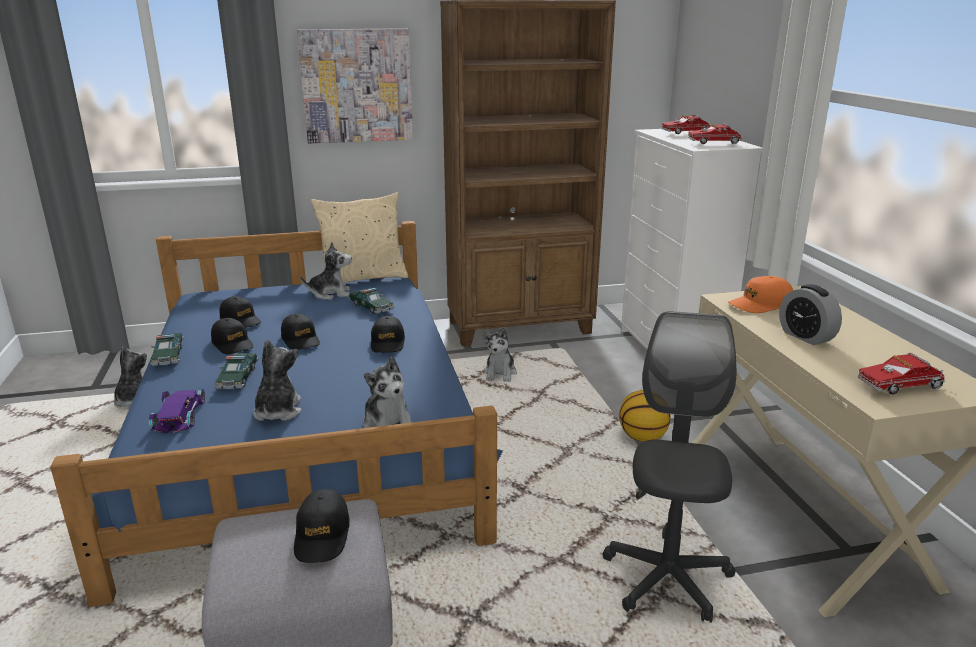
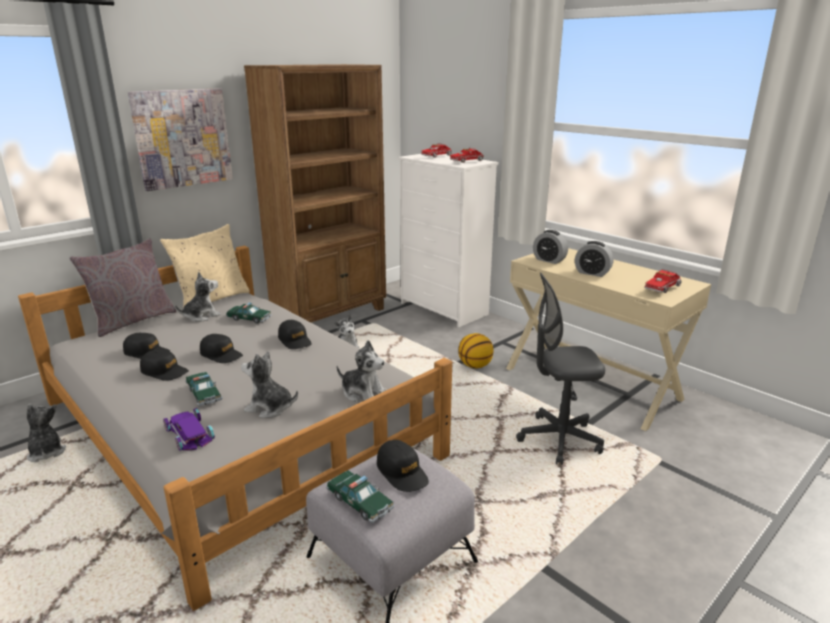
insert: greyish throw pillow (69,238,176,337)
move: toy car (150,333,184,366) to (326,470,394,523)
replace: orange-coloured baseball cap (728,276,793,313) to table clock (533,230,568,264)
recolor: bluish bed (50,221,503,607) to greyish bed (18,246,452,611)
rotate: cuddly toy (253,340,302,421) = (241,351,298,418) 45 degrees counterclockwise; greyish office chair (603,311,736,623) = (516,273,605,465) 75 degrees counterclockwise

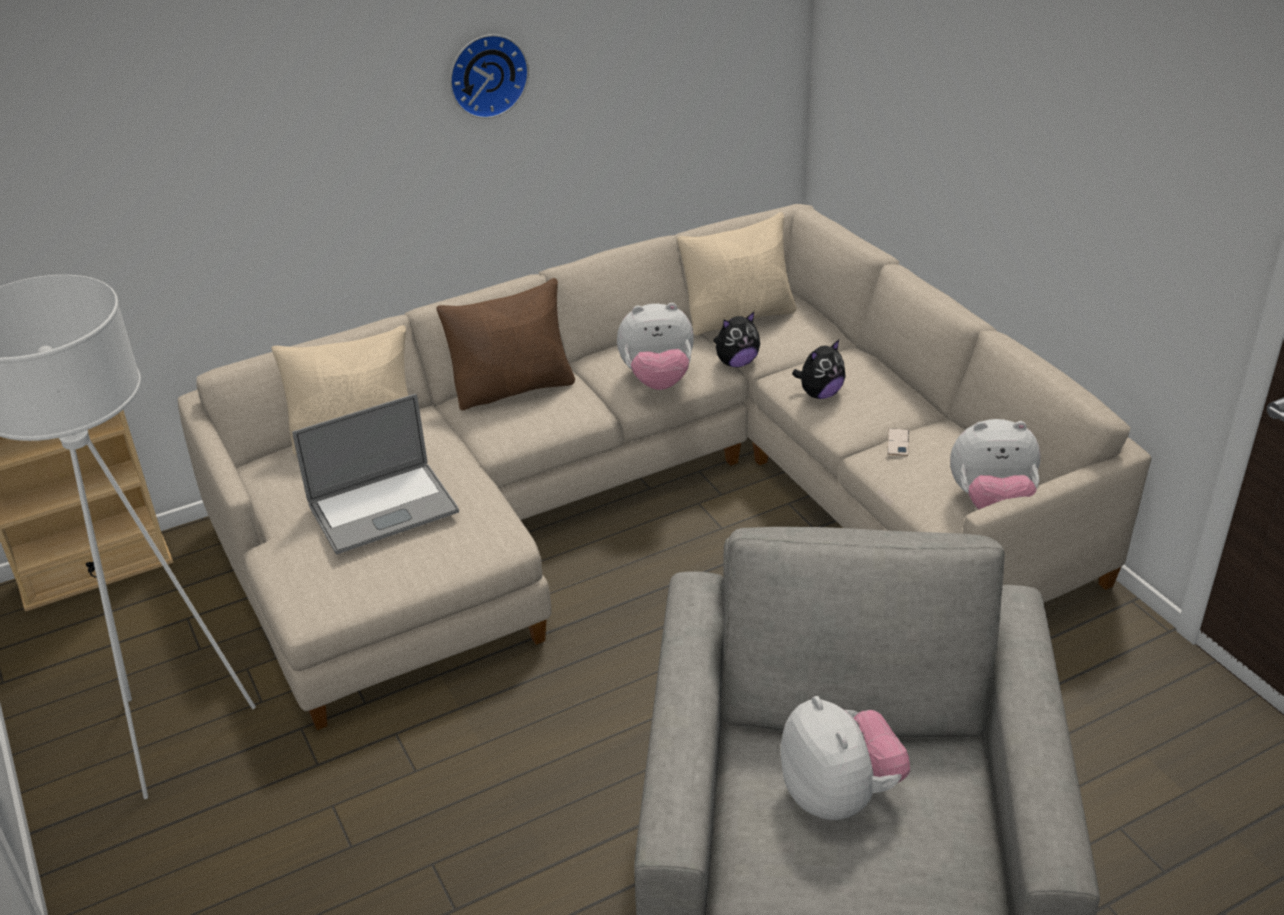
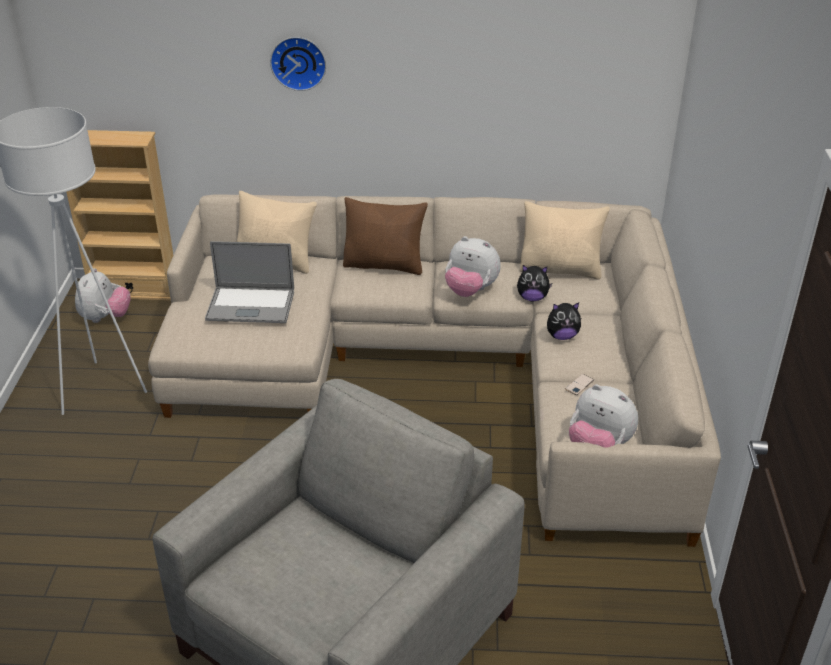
move: clock on the wall (450,34,529,119) to (270,37,326,91); cuddly toy (781,696,910,820) to (75,268,131,323)

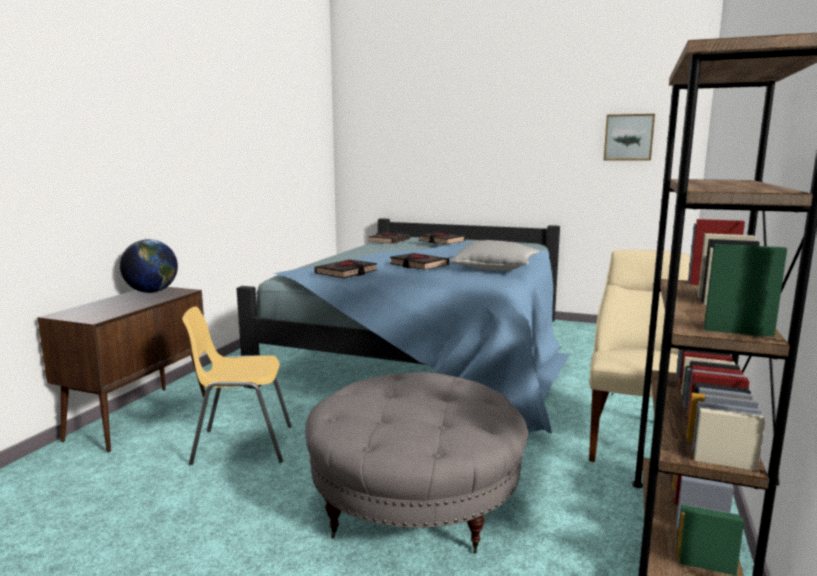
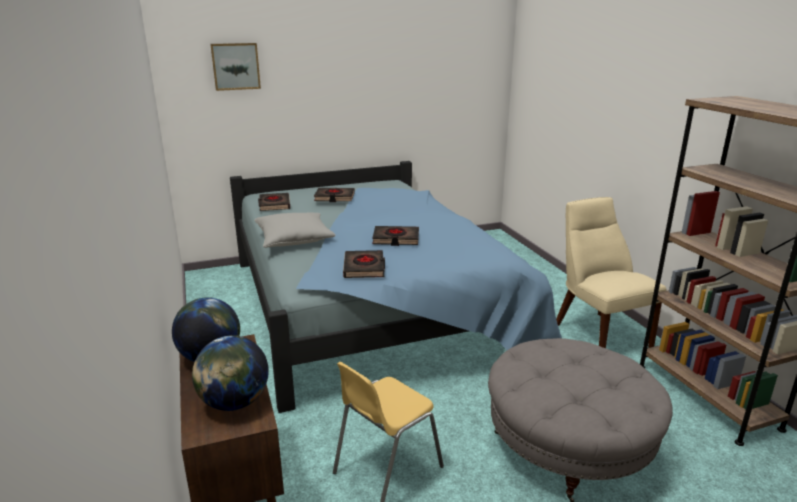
insert: globe (192,335,269,411)
move: greyish throw pillow (450,240,539,271) to (254,212,336,248); picture (604,114,655,161) to (210,43,261,91)

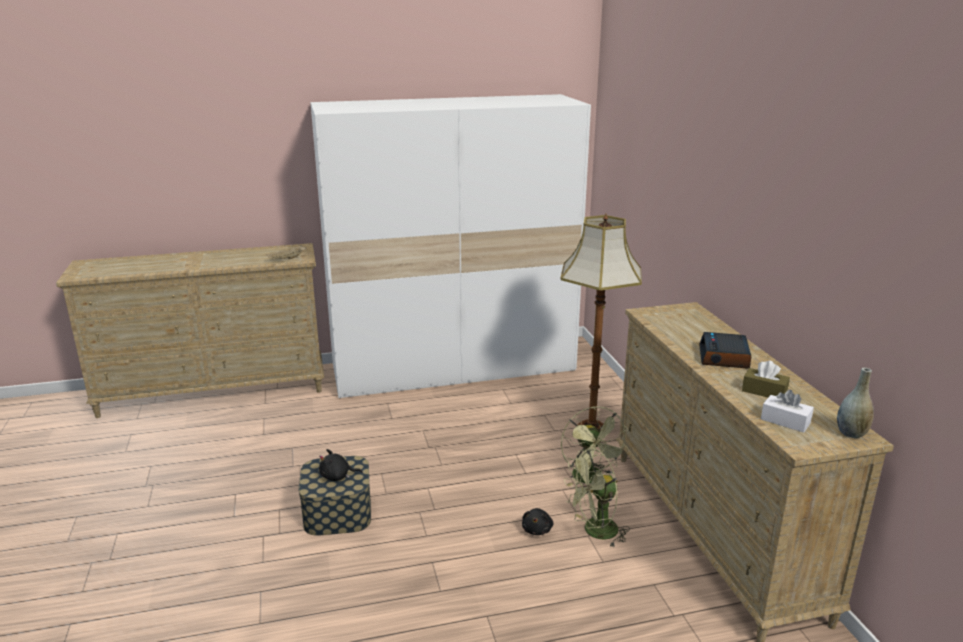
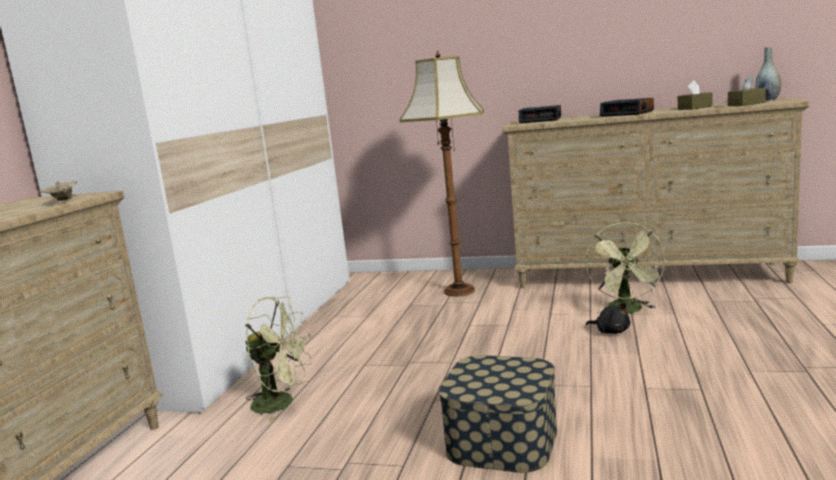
delete: black-coloured cuddly toy (319,449,362,481)
insert: table clock (519,105,561,123)
move: green-coloured electric fan (561,406,629,486) to (245,296,312,422)
recolor: white-coloured box of tissues (761,390,814,433) to brownish box of tissues (728,75,766,106)

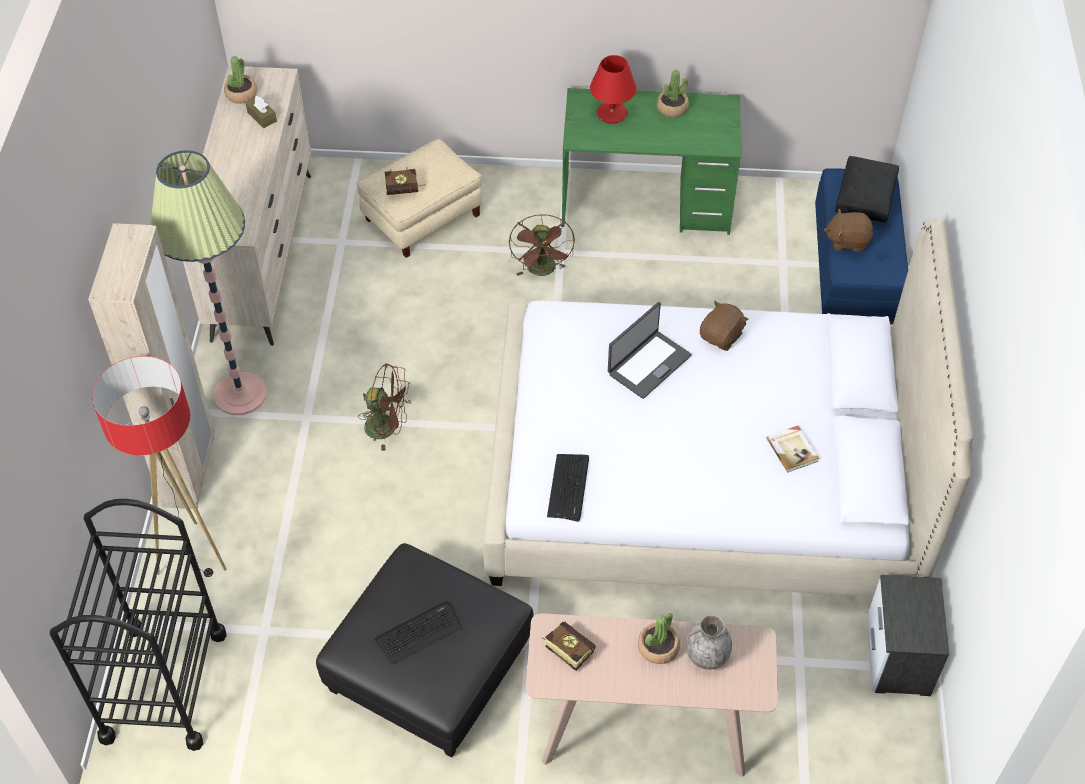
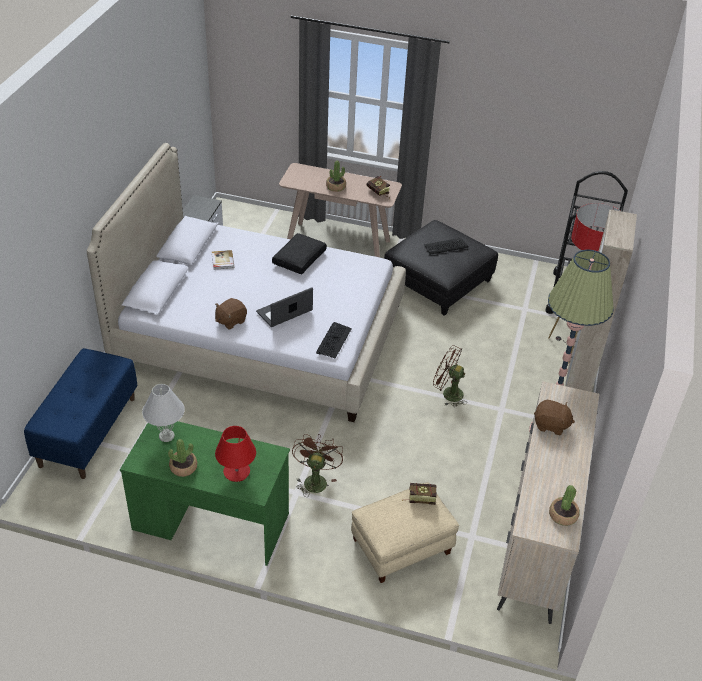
delete: brownish box of tissues (246,96,277,128); greyish flower vase (686,615,732,670)
insert: white-coloured tabletop lamp (142,384,185,442)
move: computer keyboard (547,454,589,522) to (316,322,352,358); brownish cuddly toy (824,209,873,252) to (534,400,575,435); black-coloured throw pillow (835,156,899,222) to (272,233,327,274)

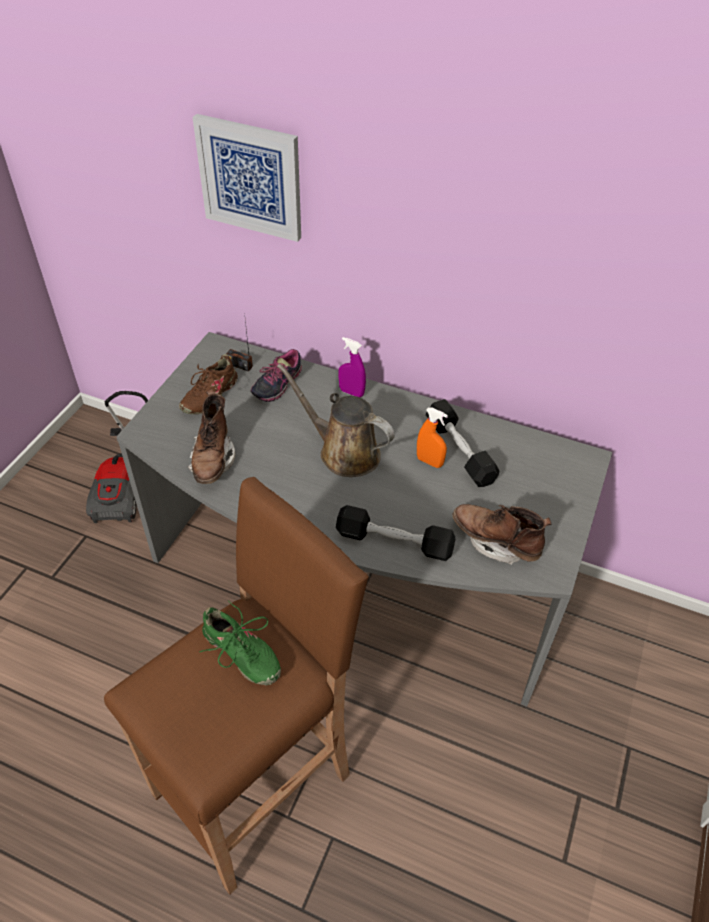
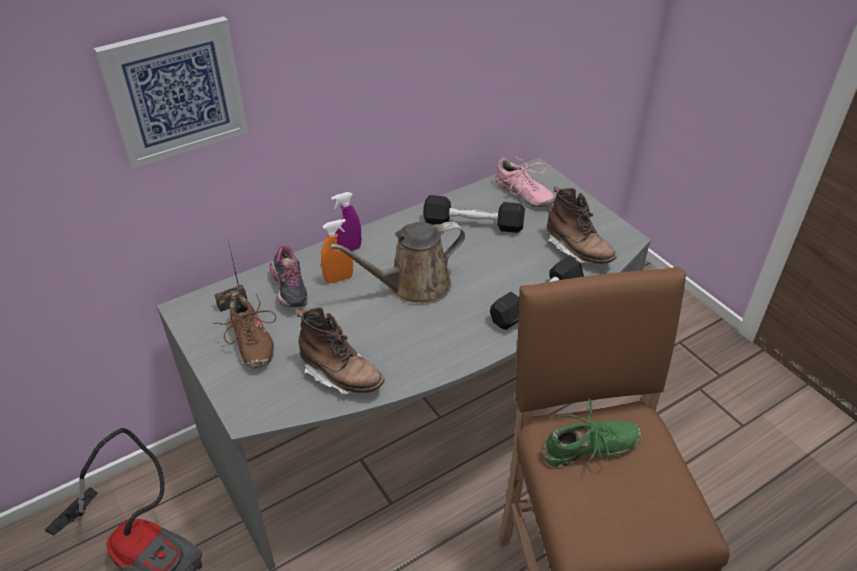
insert: pink-coloured item of footwear (495,157,555,207)
move: orange-coloured spray bottle (417,407,448,468) to (321,219,353,283)
rotate: brownish tall boot (452,504,552,565) = (547,187,617,264) 105 degrees counterclockwise

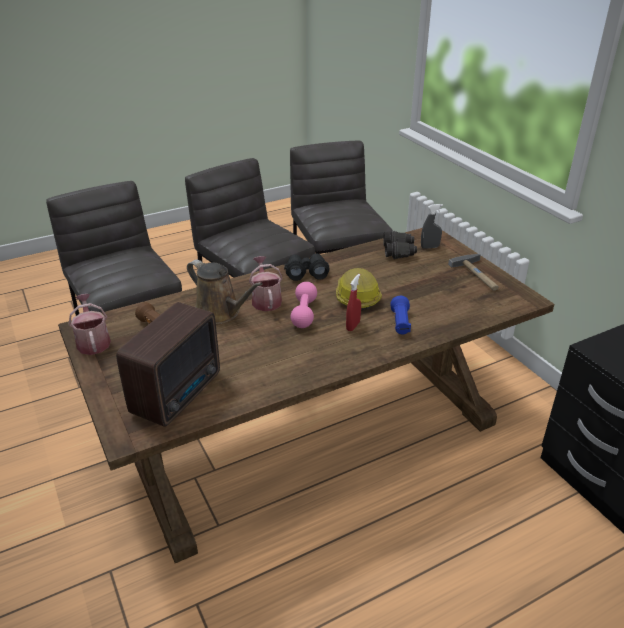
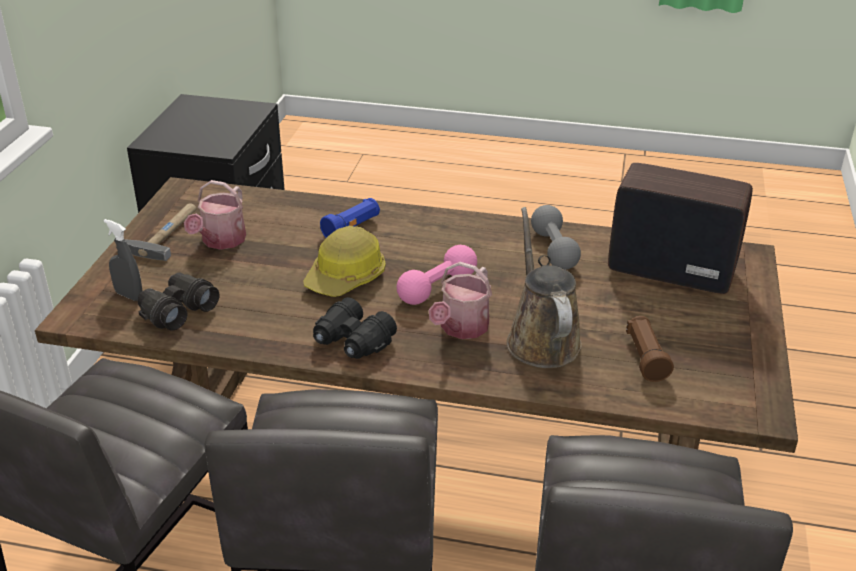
delete: red spray bottle (346,274,361,331)
insert: greyish free weight (531,205,581,270)
move: watering pot (69,294,111,355) to (184,180,246,250)
rotate: radio receiver (116,302,220,427) = (608,163,753,294) 45 degrees clockwise

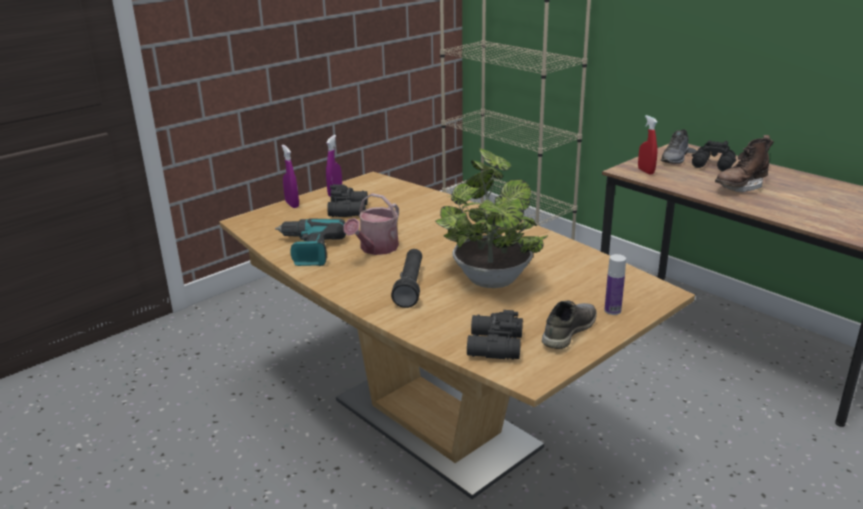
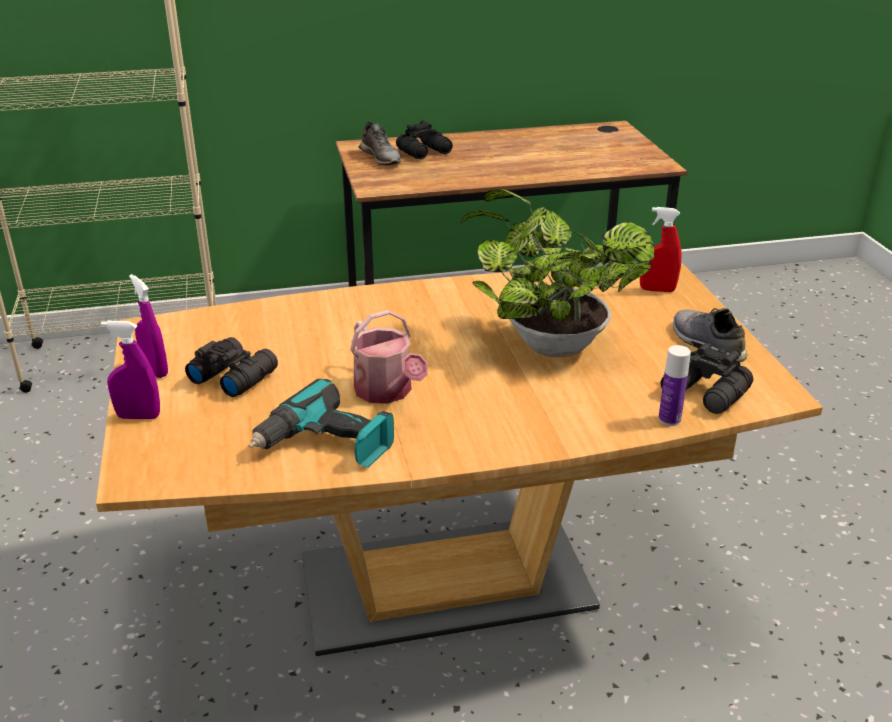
delete: black-coloured hand torch (391,249,422,308); brownish tall boot (715,135,774,192)
move: bottle (604,254,626,315) to (658,345,691,426); red spray bottle (638,115,657,175) to (640,207,682,292)

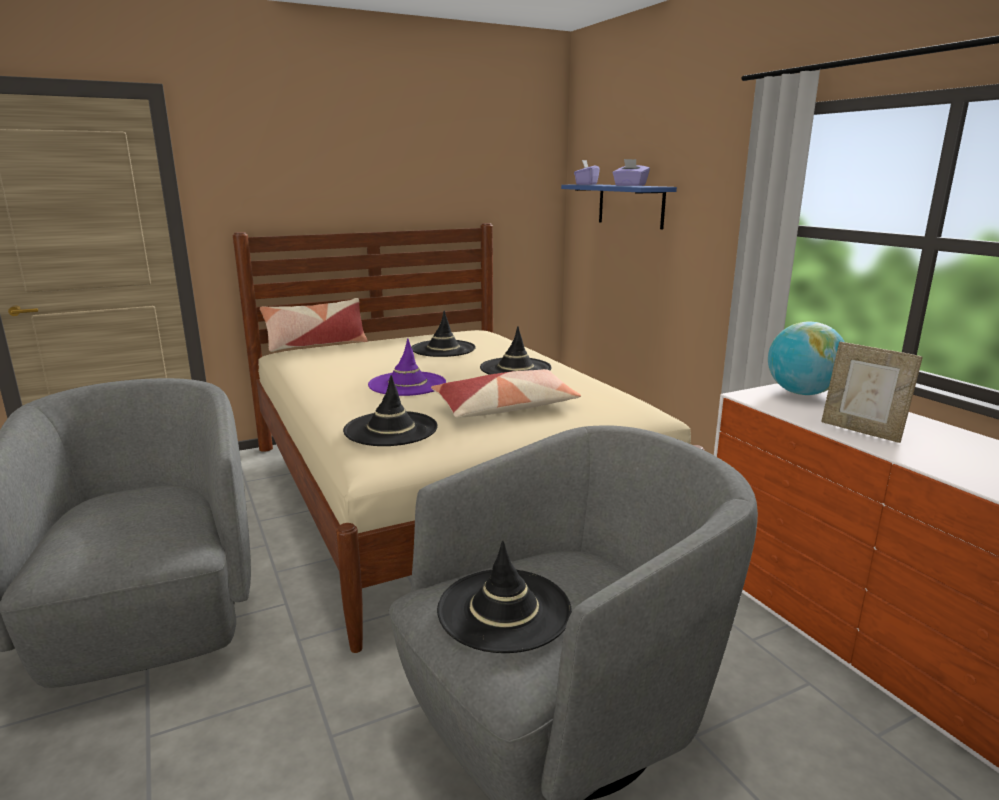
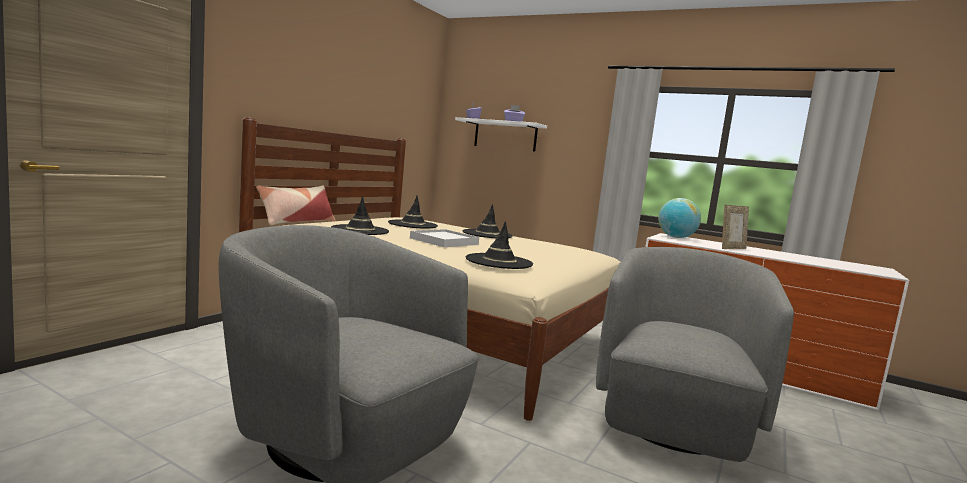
delete: throw pillow (431,369,581,418)
move: black-coloured wearable hat (437,540,572,653) to (331,196,389,235)
replace: purplish wearable hat (368,339,446,396) to white-coloured serving tray (410,229,479,247)
recolor: bluish shelf (561,184,677,229) to white-coloured shelf (455,117,547,151)
rotate: standing frame (821,342,923,443) = (722,205,749,249) 45 degrees counterclockwise

